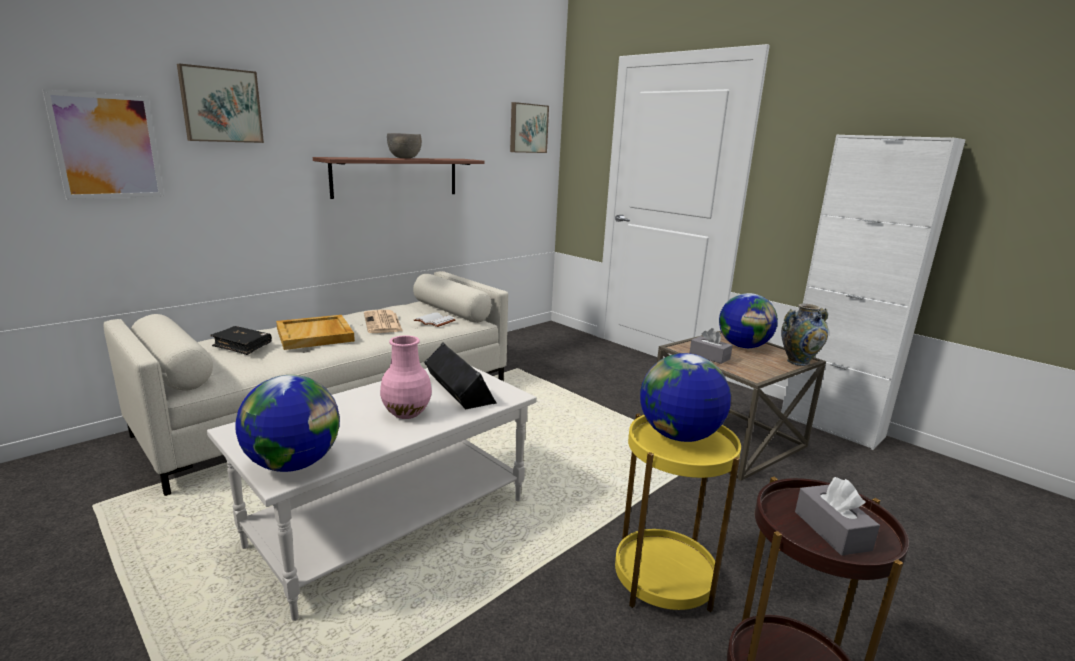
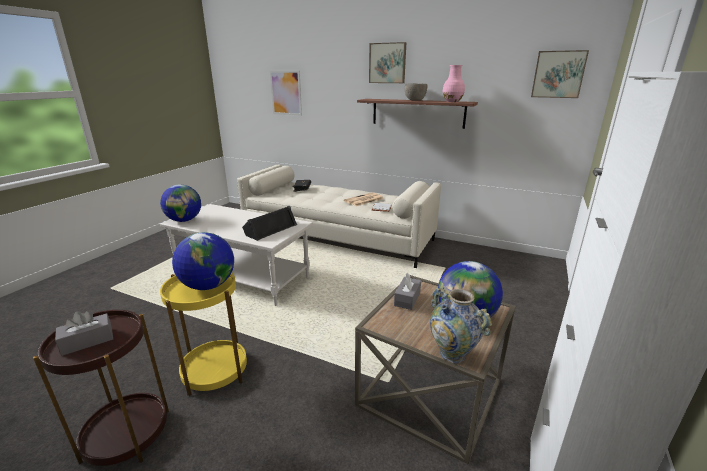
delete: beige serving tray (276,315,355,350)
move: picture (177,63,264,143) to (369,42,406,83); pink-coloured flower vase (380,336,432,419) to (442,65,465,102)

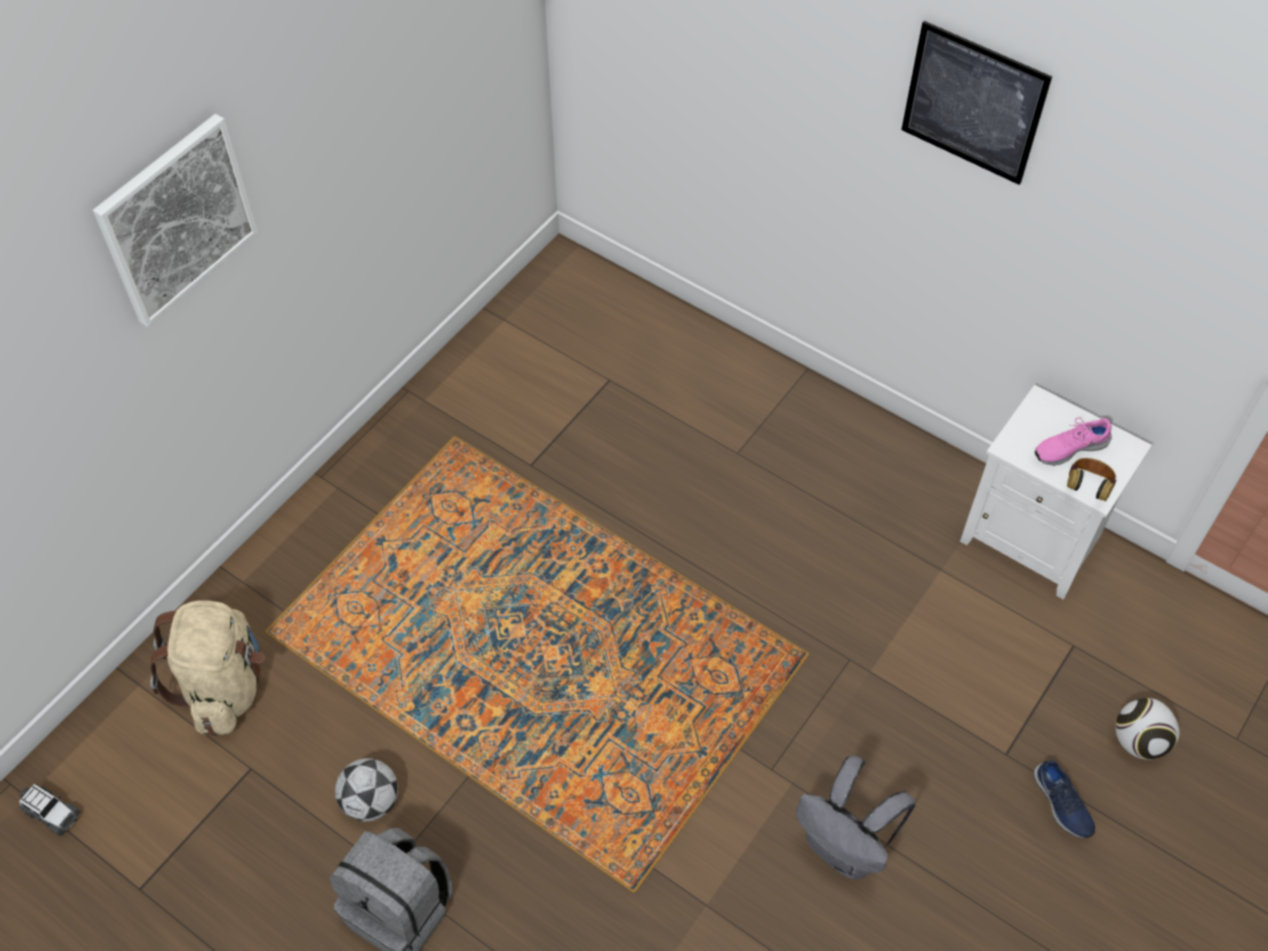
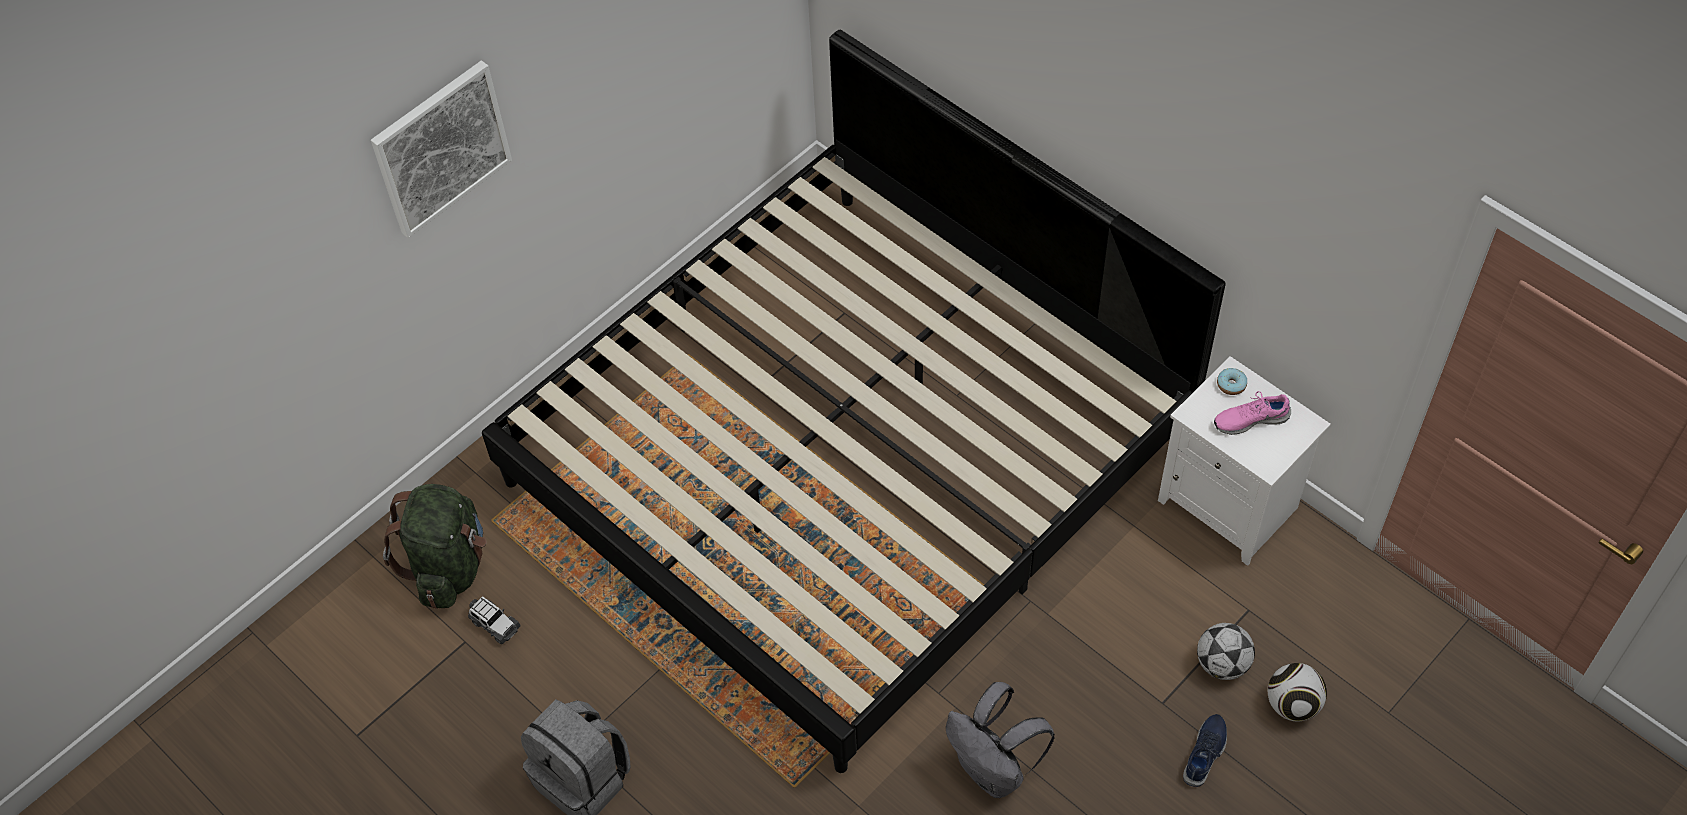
delete: picture (901,21,1052,185); headset (1067,458,1116,501)
insert: bed (482,30,1226,773); donut (1217,368,1247,395)
move: toy car (19,784,81,836) to (468,596,521,644); ball for football (335,758,398,822) to (1197,623,1255,680)
recolor: beige backpack (150,600,265,736) to green-coloured backpack (383,484,487,609)
rotate: bluish item of footwear (1034,760,1095,838) = (1183,714,1227,787) 135 degrees counterclockwise

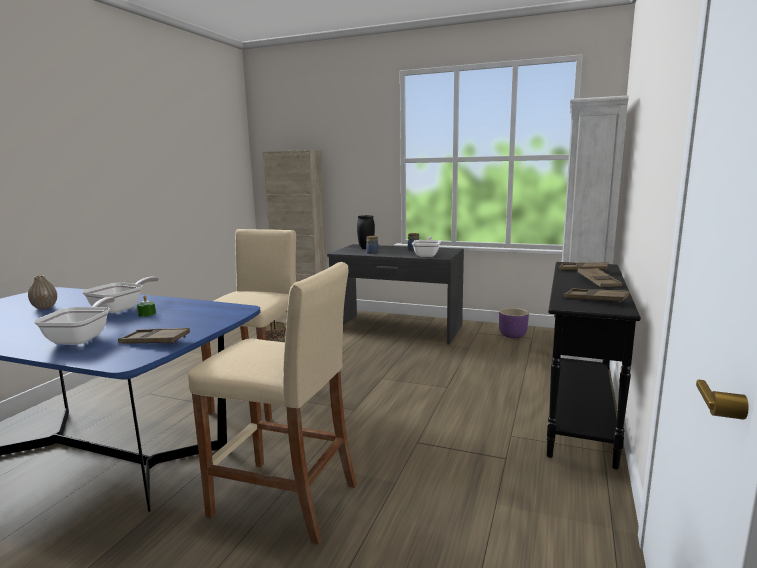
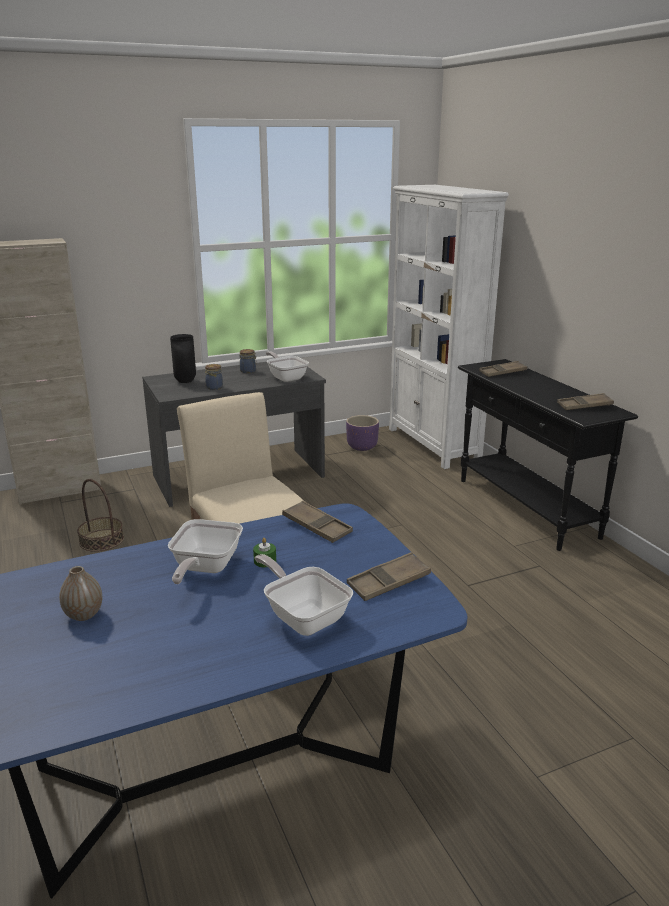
delete: beige sitting stool (188,262,357,544)
move: brownish serving tray (577,268,622,287) to (282,501,353,543)
rotate: skillet (82,277,159,313) = (168,519,243,584) 150 degrees counterclockwise

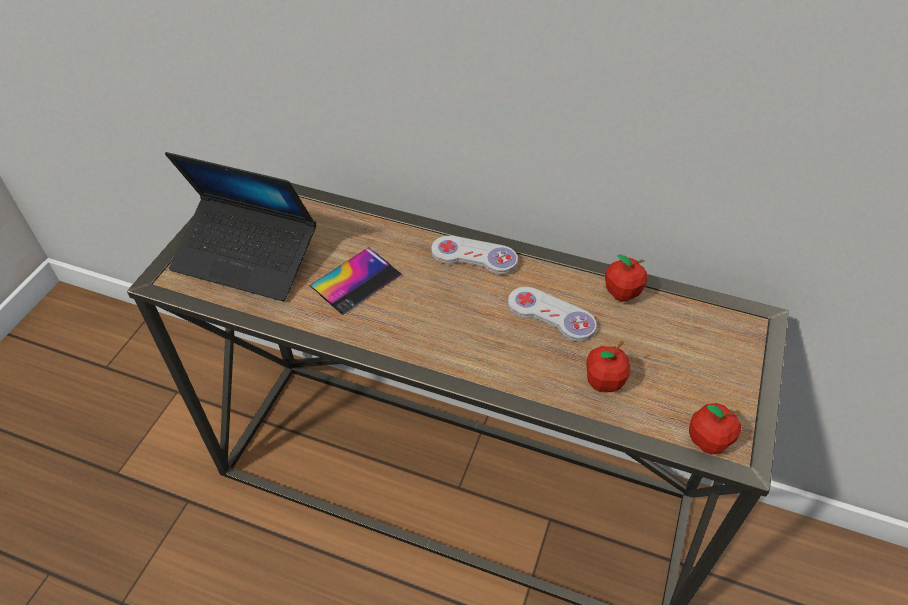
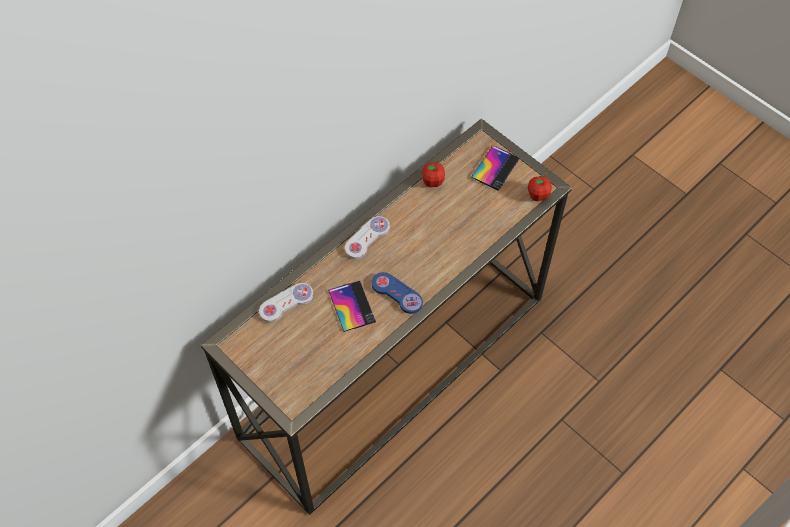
delete: laptop (165,152,316,301); apple fruit (586,341,630,392)
insert: bluish joypad (372,272,423,314); handset (471,145,520,191)
move: white-coloured joypad (508,287,597,342) to (259,283,313,323)

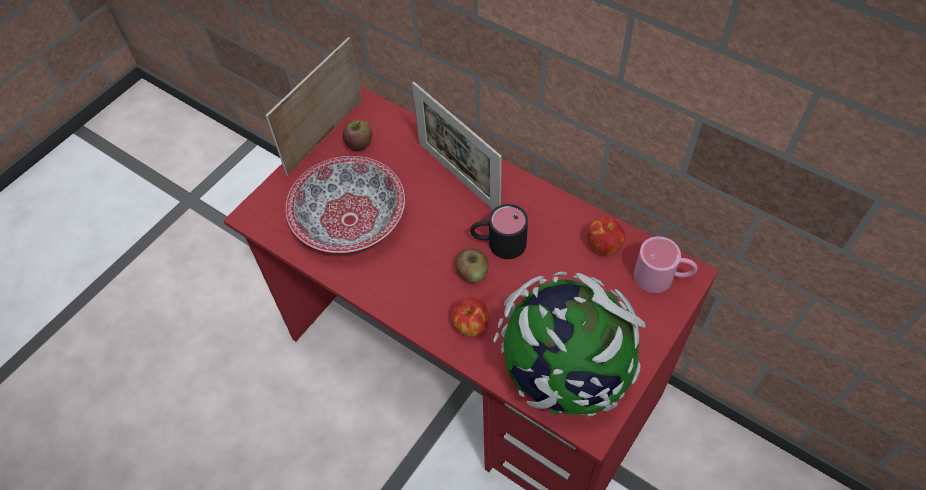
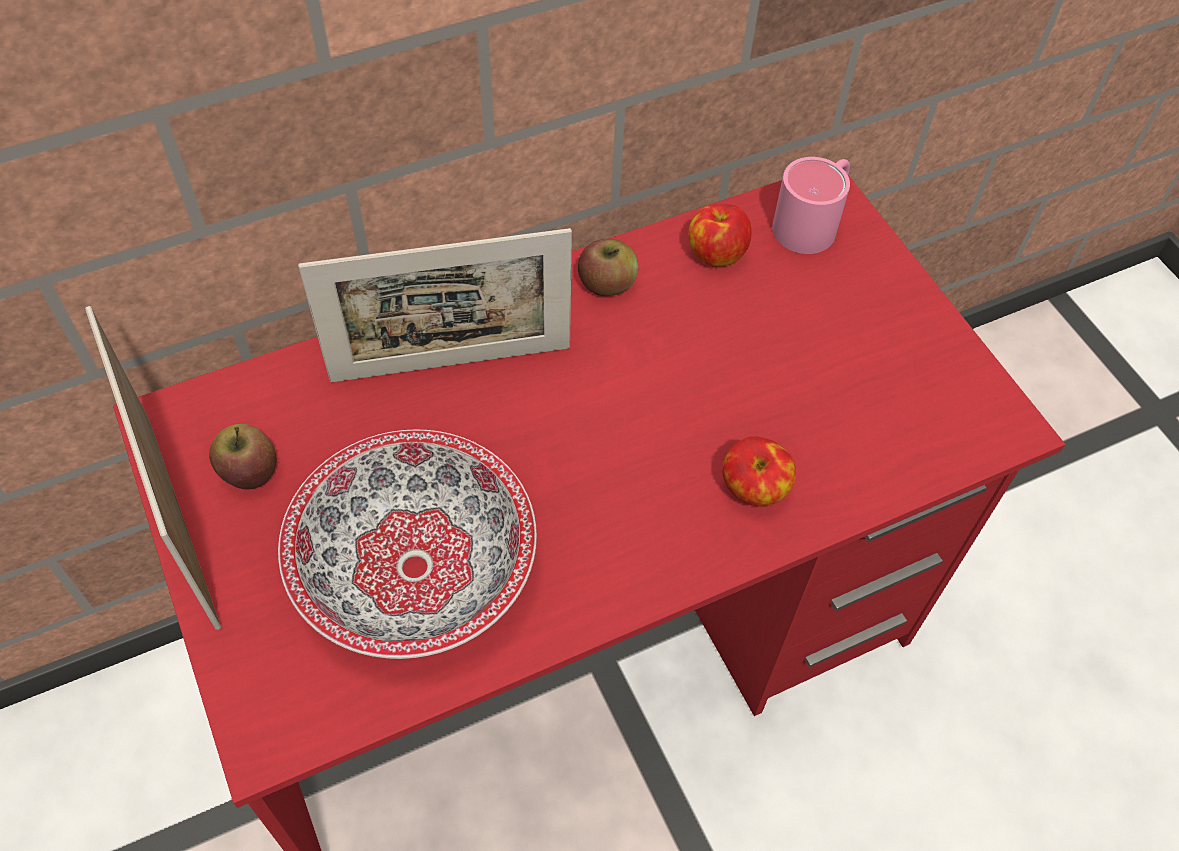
delete: black-coloured mug (470,204,528,259); globe (494,272,646,417)
move: apple fruit (455,248,489,283) to (578,239,638,296)

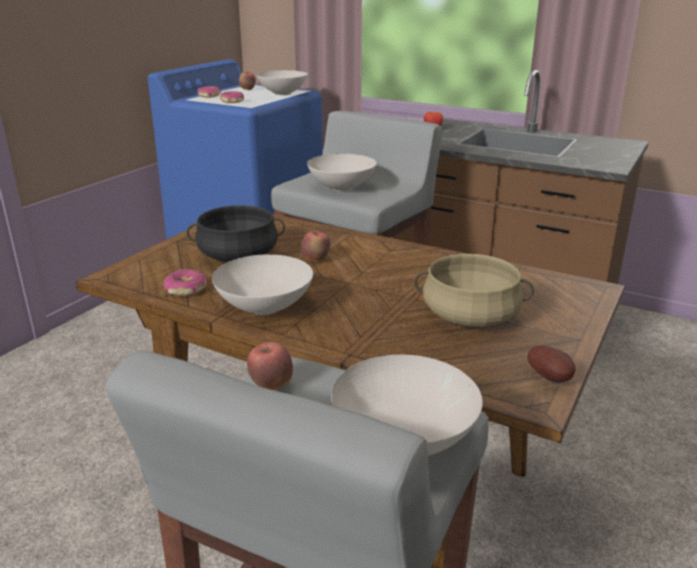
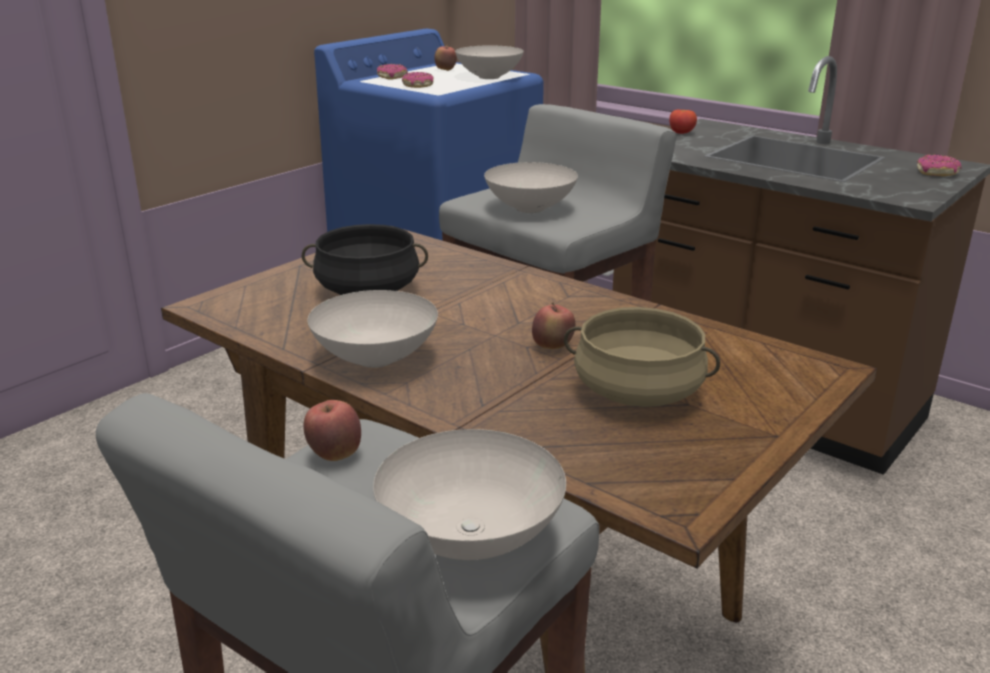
delete: potato (527,345,576,382)
move: donut (164,269,207,296) to (917,154,961,176); apple fruit (301,229,330,261) to (532,302,575,349)

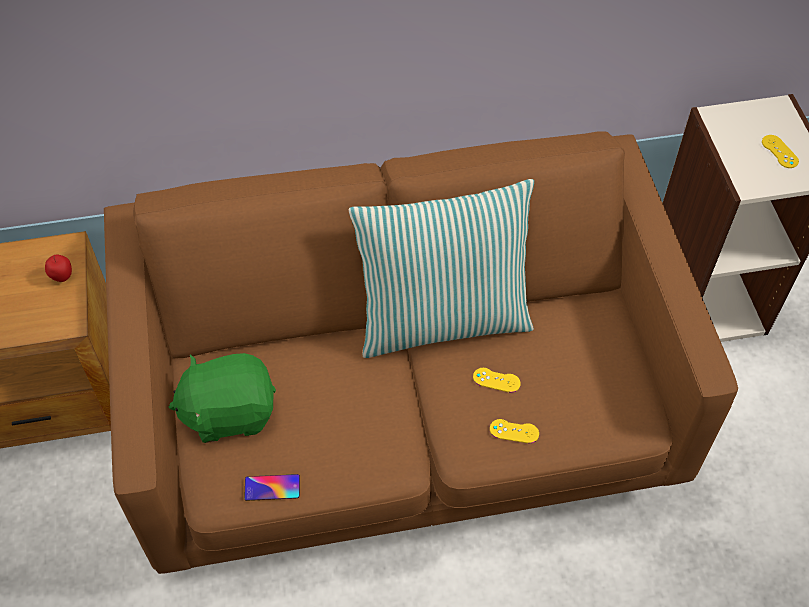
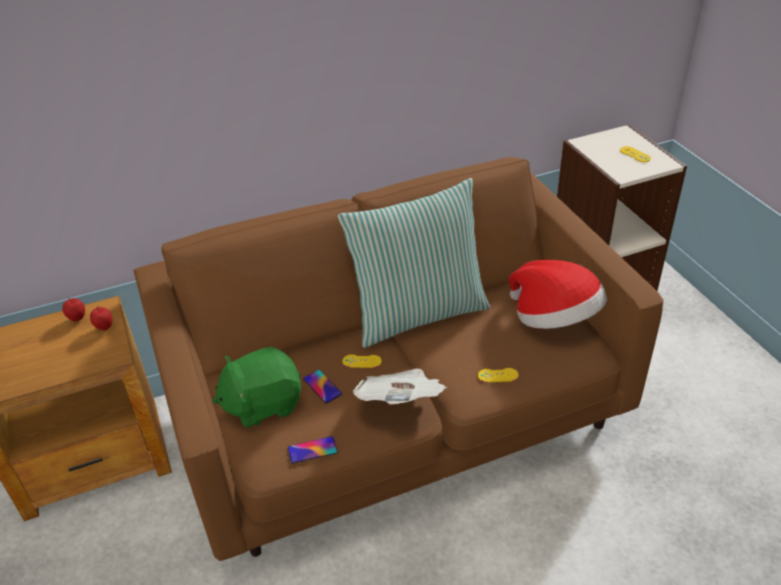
insert: apple fruit (62,298,85,322); handset (303,370,342,404); newspaper (353,368,447,404); wearable hat (509,260,607,329)
move: yellow joypad (473,368,521,393) to (342,354,382,368)

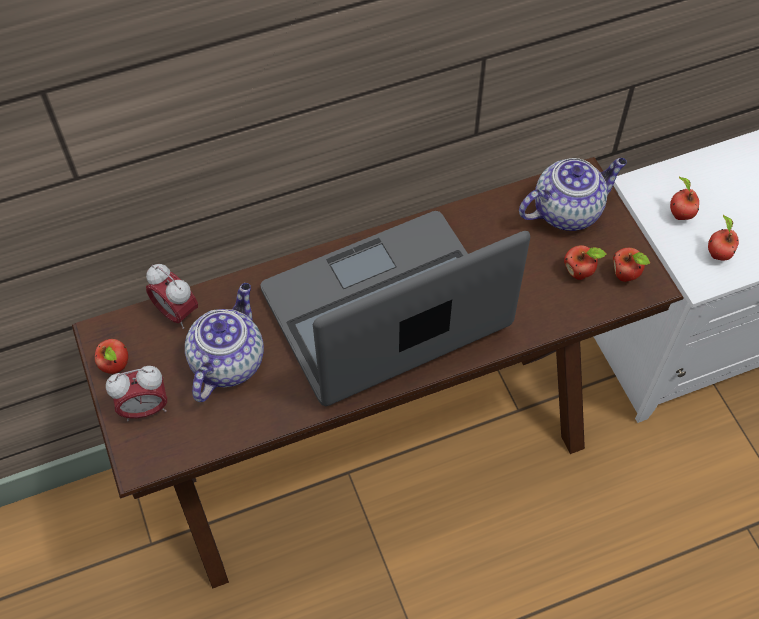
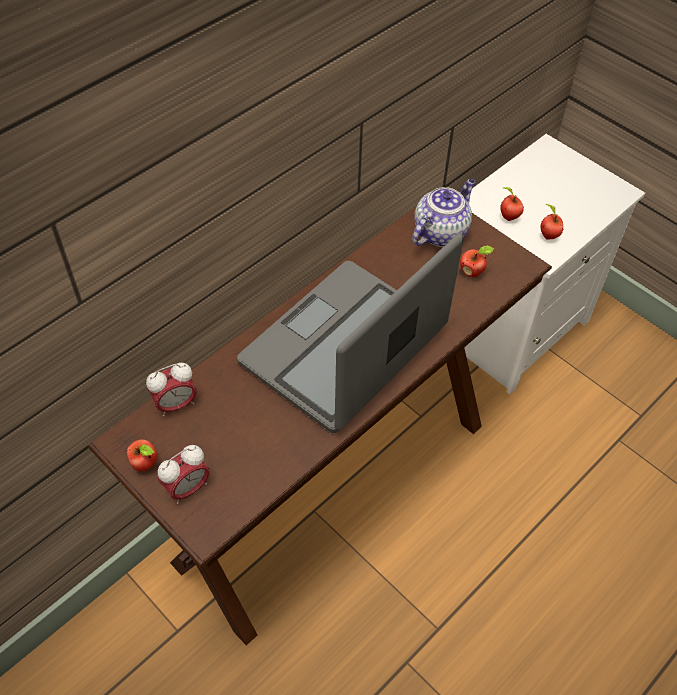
delete: pot for tea (185,283,264,402); apple fruit (613,248,650,282)
rotate: table clock (146,264,198,329) = (146,363,197,416) 45 degrees counterclockwise

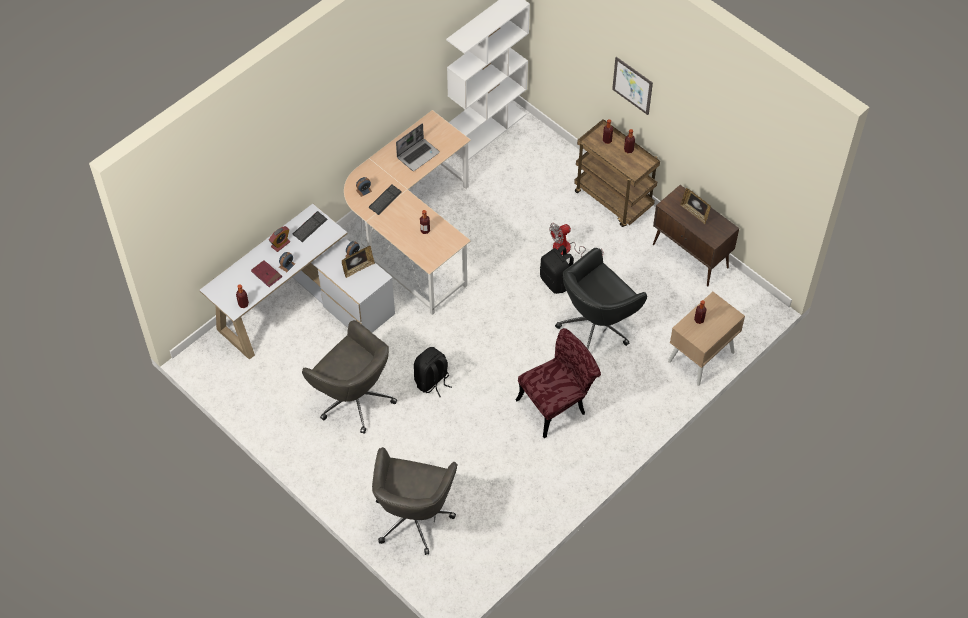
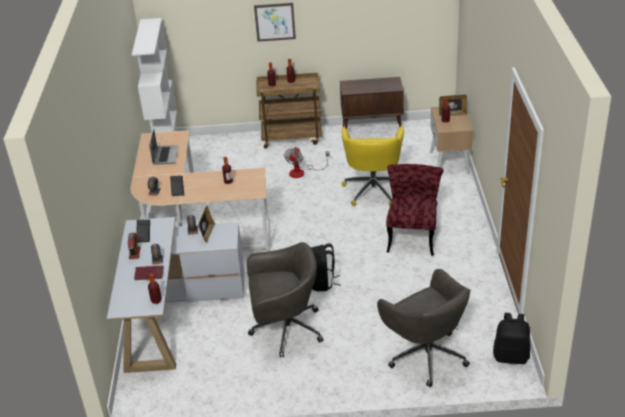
move: black-coloured backpack (540,245,574,294) to (493,313,530,364); standing frame (680,188,711,224) to (439,95,467,116)
recolor: black-coloured office chair (555,248,647,349) to yellow office chair (341,126,404,206)

